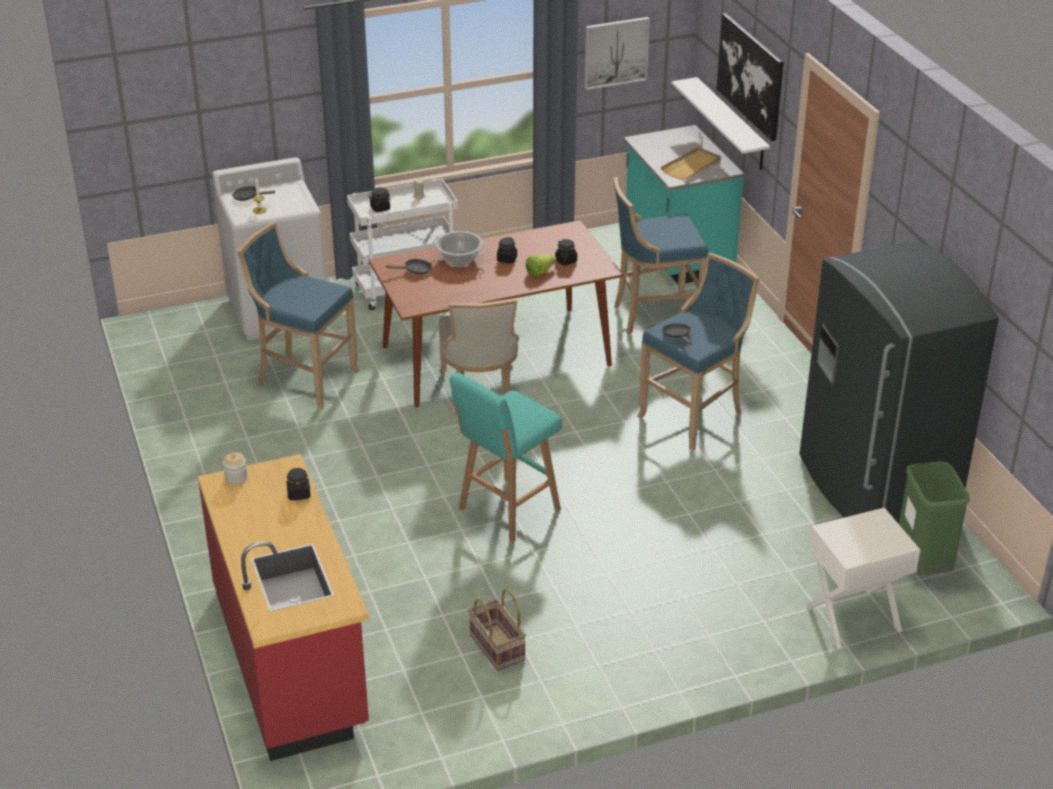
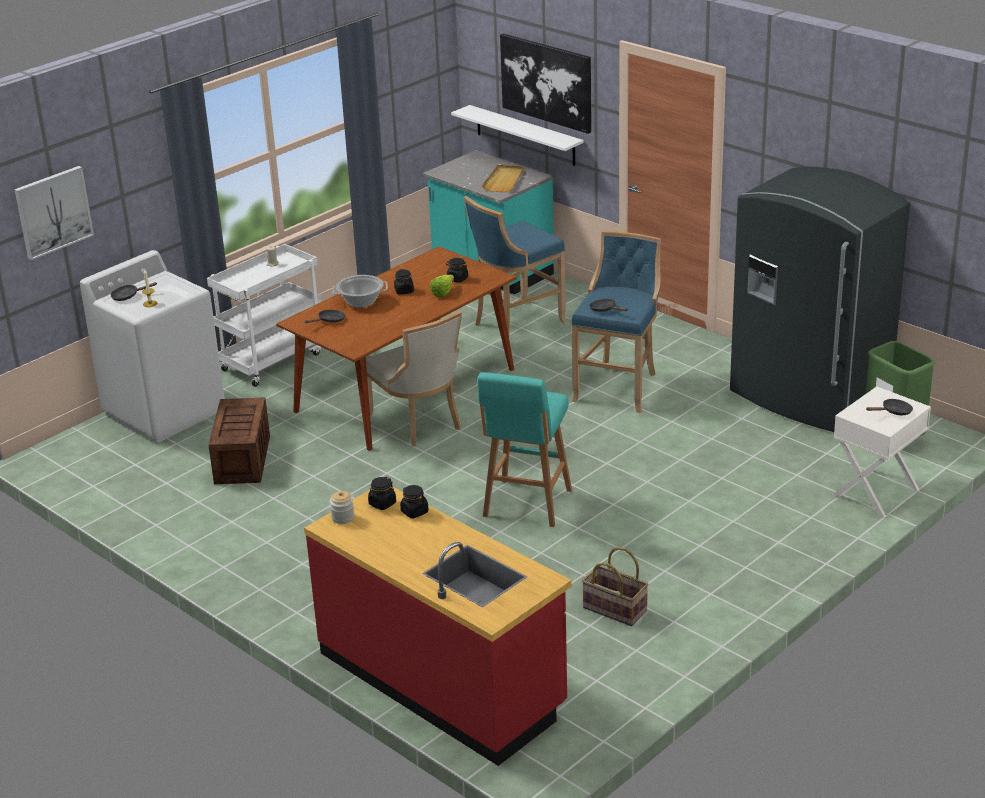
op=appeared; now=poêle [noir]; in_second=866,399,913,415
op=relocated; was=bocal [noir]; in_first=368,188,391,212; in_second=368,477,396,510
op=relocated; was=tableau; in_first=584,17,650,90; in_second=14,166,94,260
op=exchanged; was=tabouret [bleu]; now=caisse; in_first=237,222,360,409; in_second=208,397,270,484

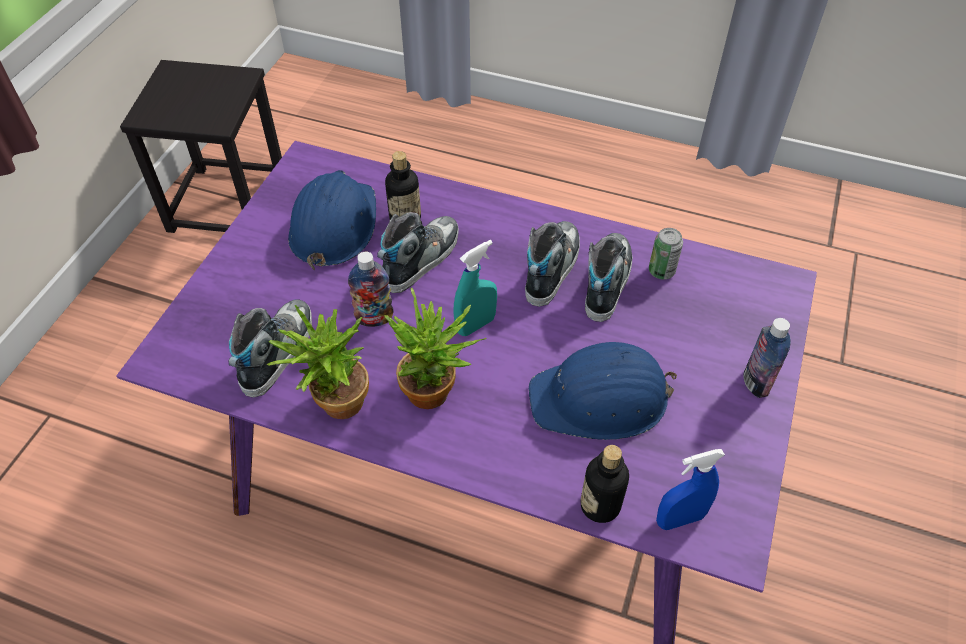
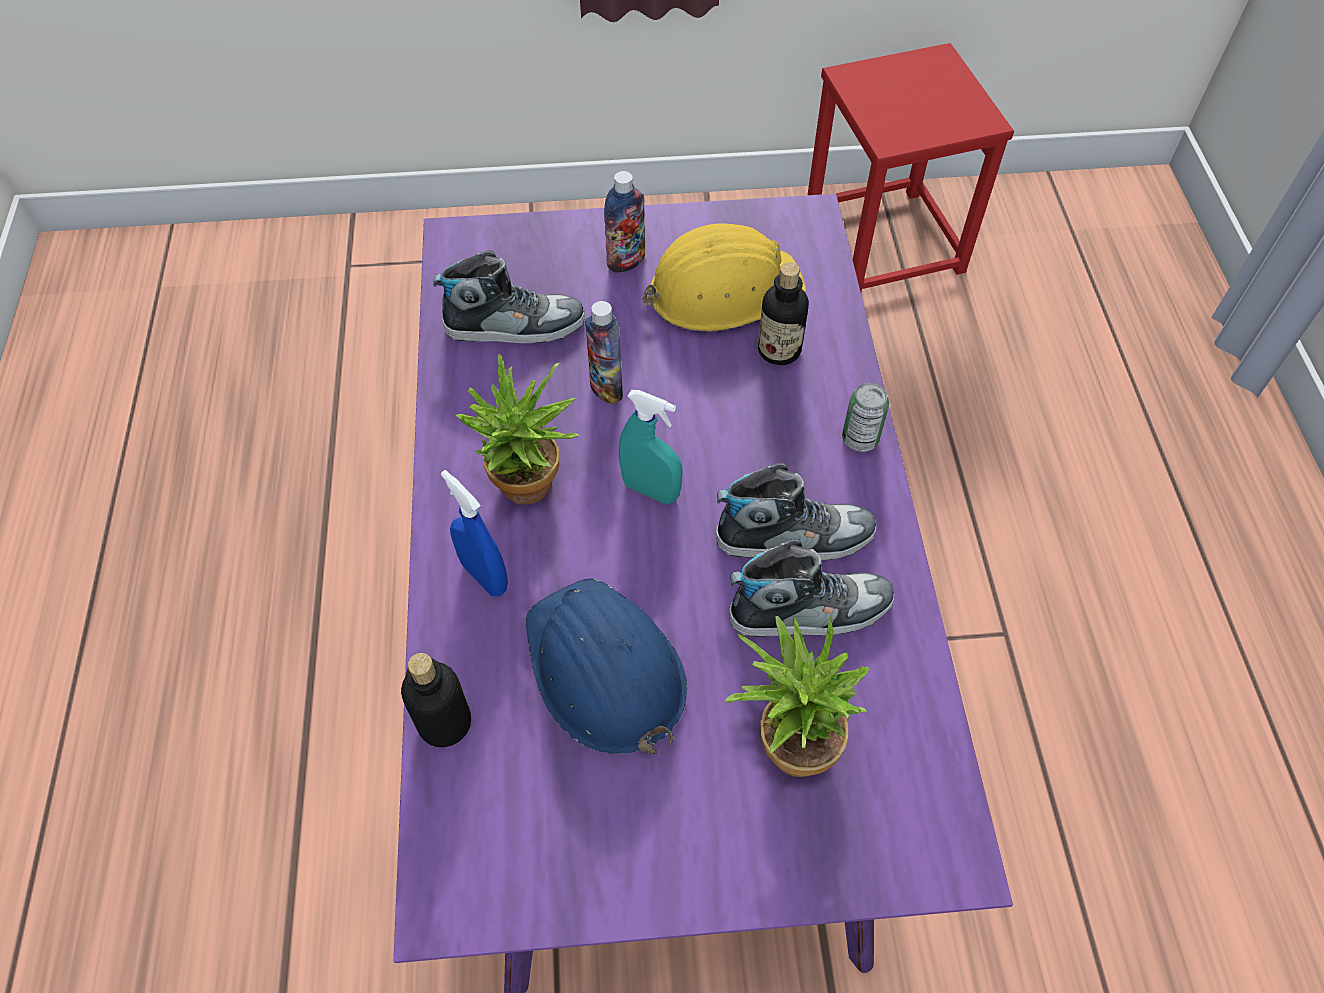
op=missing; was=chaussure; in_first=377,212,459,293
op=relocated; was=plante en pot; in_first=267,305,369,419; in_second=725,616,870,777
op=relocated; was=boîte métallique; in_first=649,228,683,280; in_second=842,383,889,452
op=relocated; was=vaporisateur [bleu]; in_first=656,449,725,530; in_second=441,470,508,596
op=relocated; was=bouteille; in_first=743,318,791,398; in_second=604,171,645,273
op=colour; was=tabouret [noir]; now=tabouret [rouge]; in_first=120,60,282,233; in_second=808,43,1014,291
op=colour; was=casque de chantier [bleu]; now=casque de chantier [jaune]; in_first=288,170,376,271; in_second=642,224,806,331

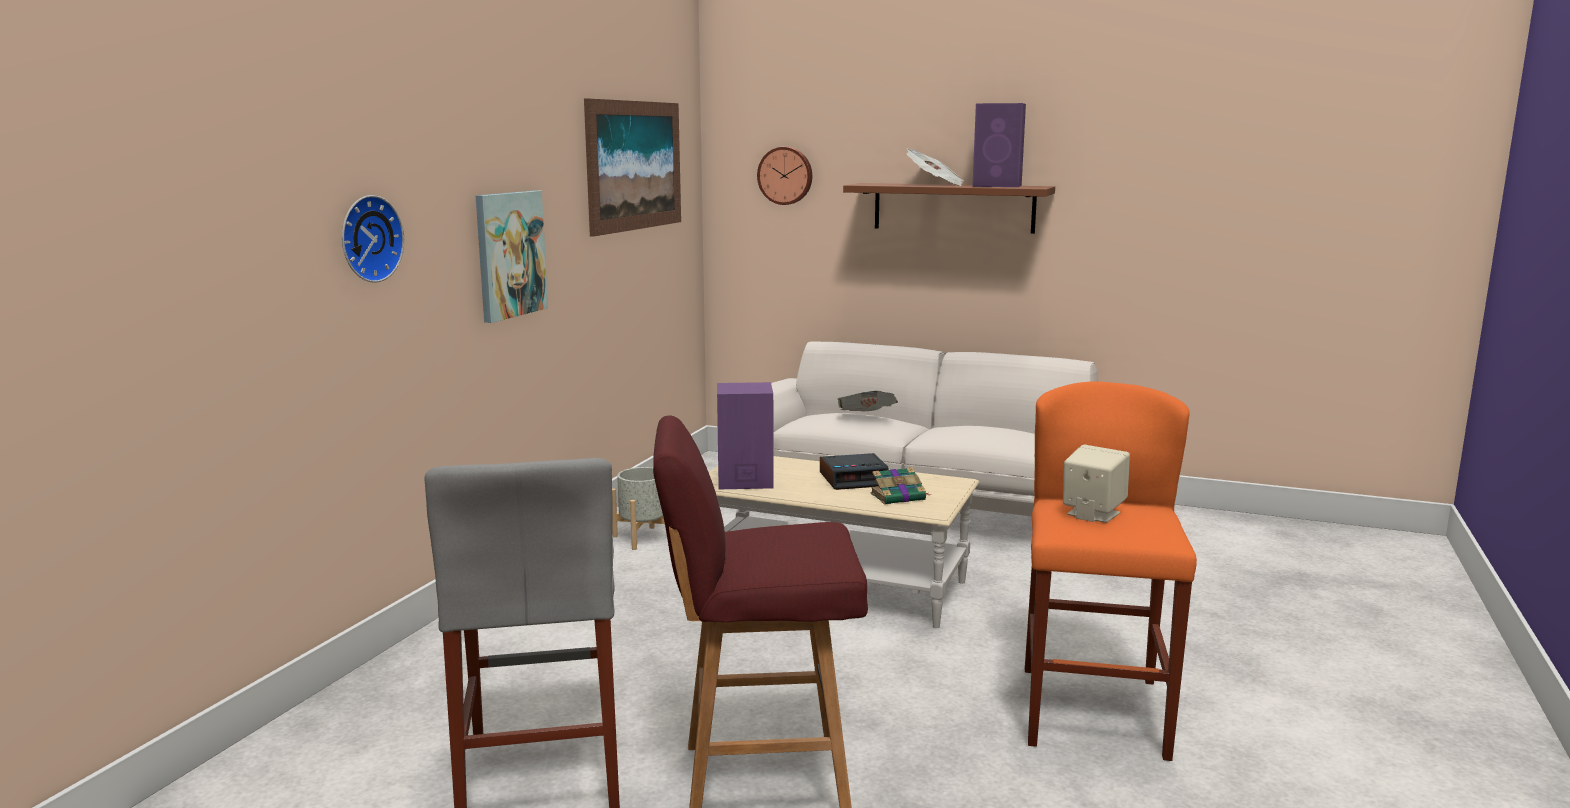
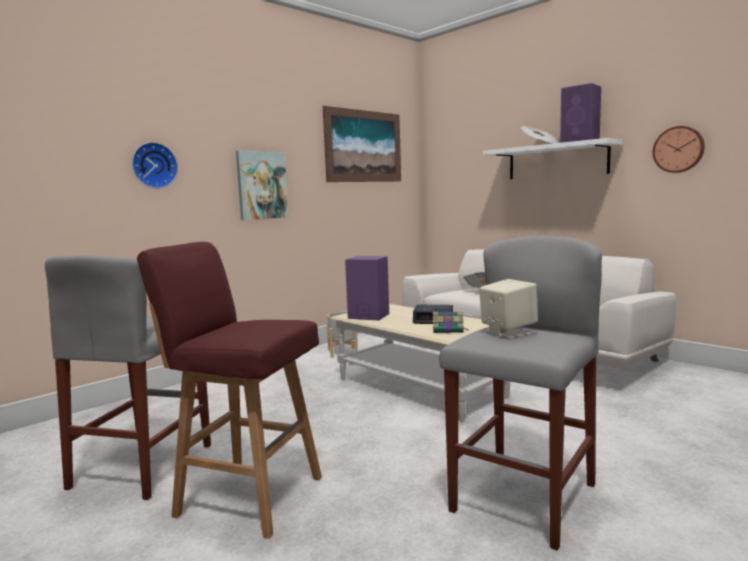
op=relocated; was=horloge murale; in_first=757,147,812,205; in_second=653,126,705,173
op=colour; was=étagère [marron]; now=étagère [blanc]; in_first=843,183,1055,234; in_second=483,138,623,179
op=colour; was=tabouret [orange]; now=tabouret [gris]; in_first=1025,382,1197,761; in_second=439,236,602,551

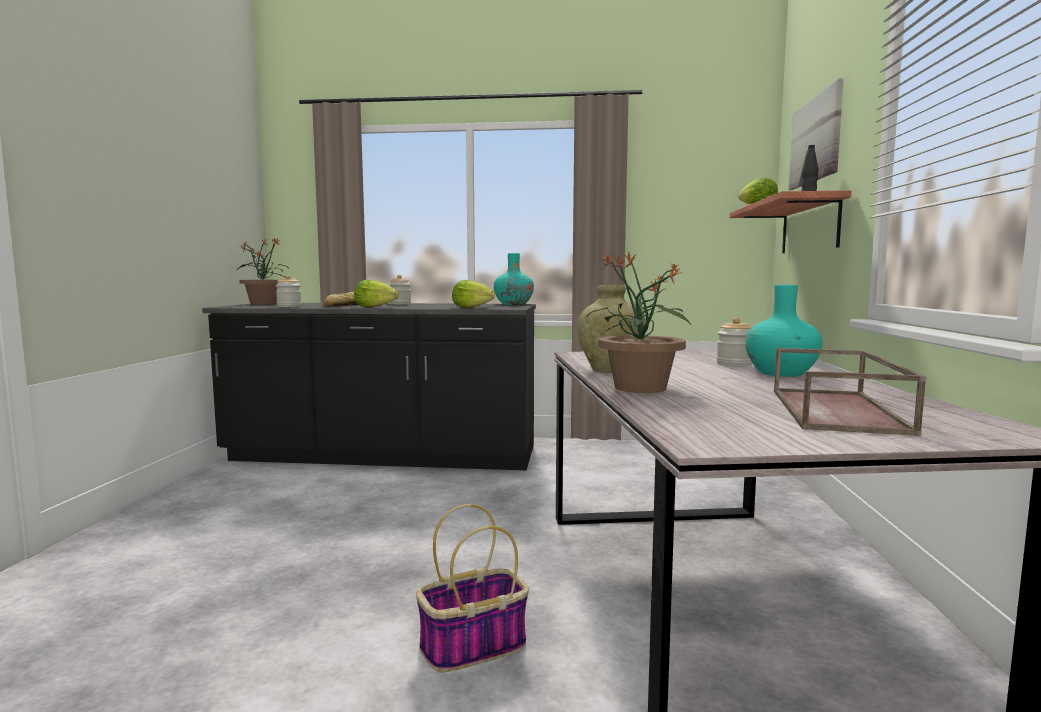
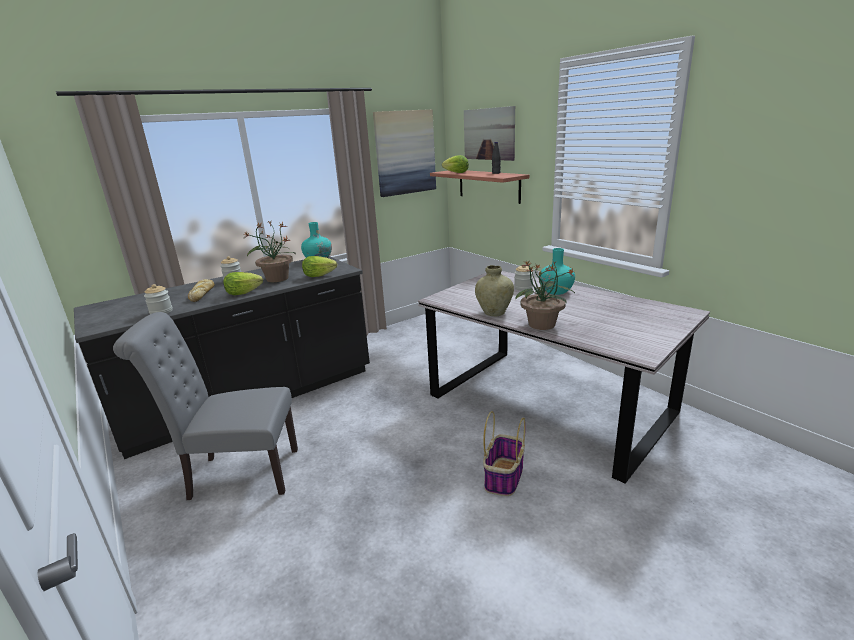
op=missing; was=plateau [marron]; in_first=774,348,926,436
op=appeared; now=chaise [gris]; in_second=113,312,298,500
op=appeared; now=tableau; in_second=373,109,436,197
op=relocated; was=plante en pot; in_first=236,238,289,305; in_second=245,221,296,282

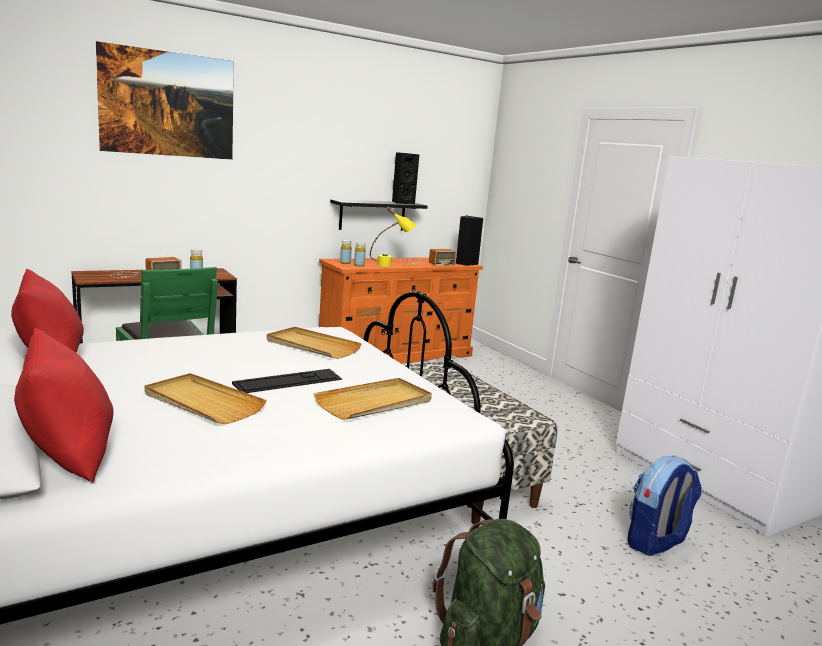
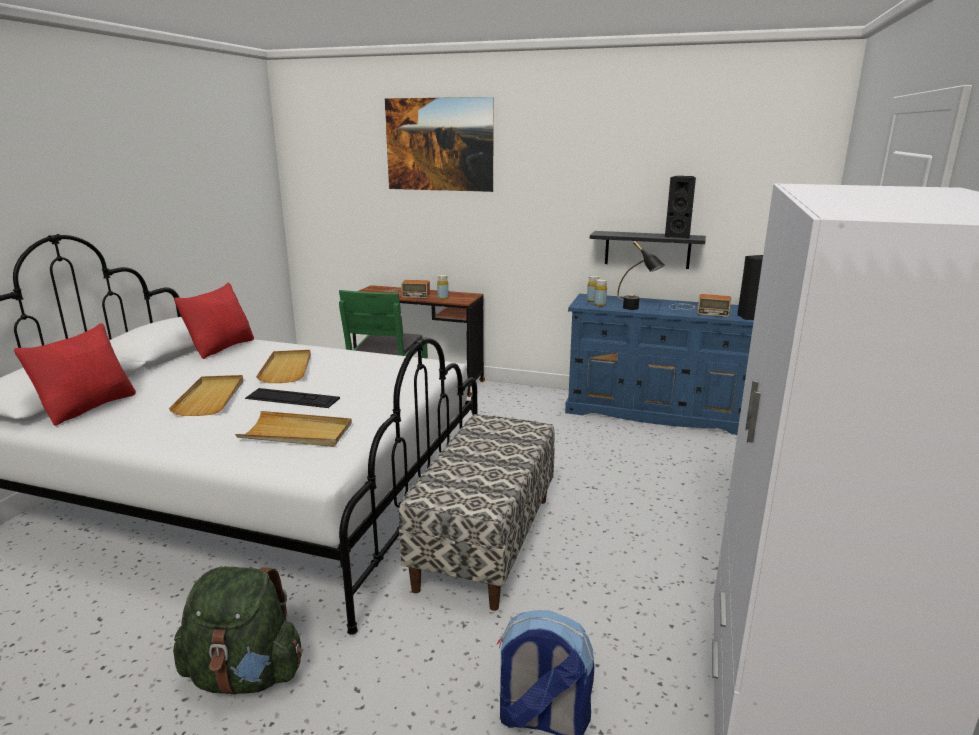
op=relocated; was=plateau [beige]; in_first=267,327,362,359; in_second=256,350,311,383
op=colour; was=commode [orange]; now=commode [bleu]; in_first=319,257,483,364; in_second=565,294,754,435
op=colour; was=lampe de table [jaune]; now=lampe de table [noir]; in_first=370,207,417,267; in_second=617,241,665,310

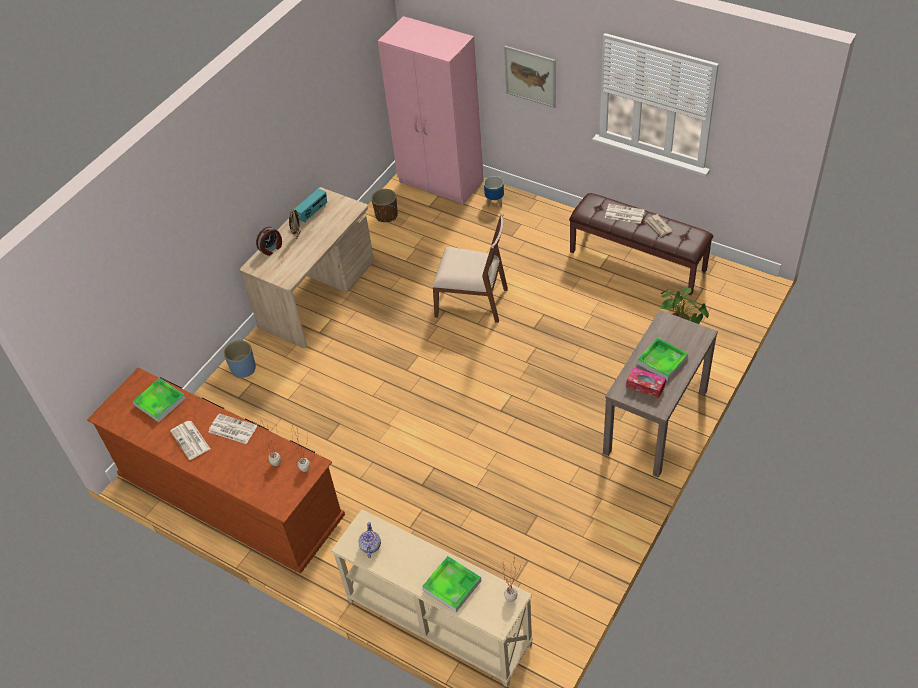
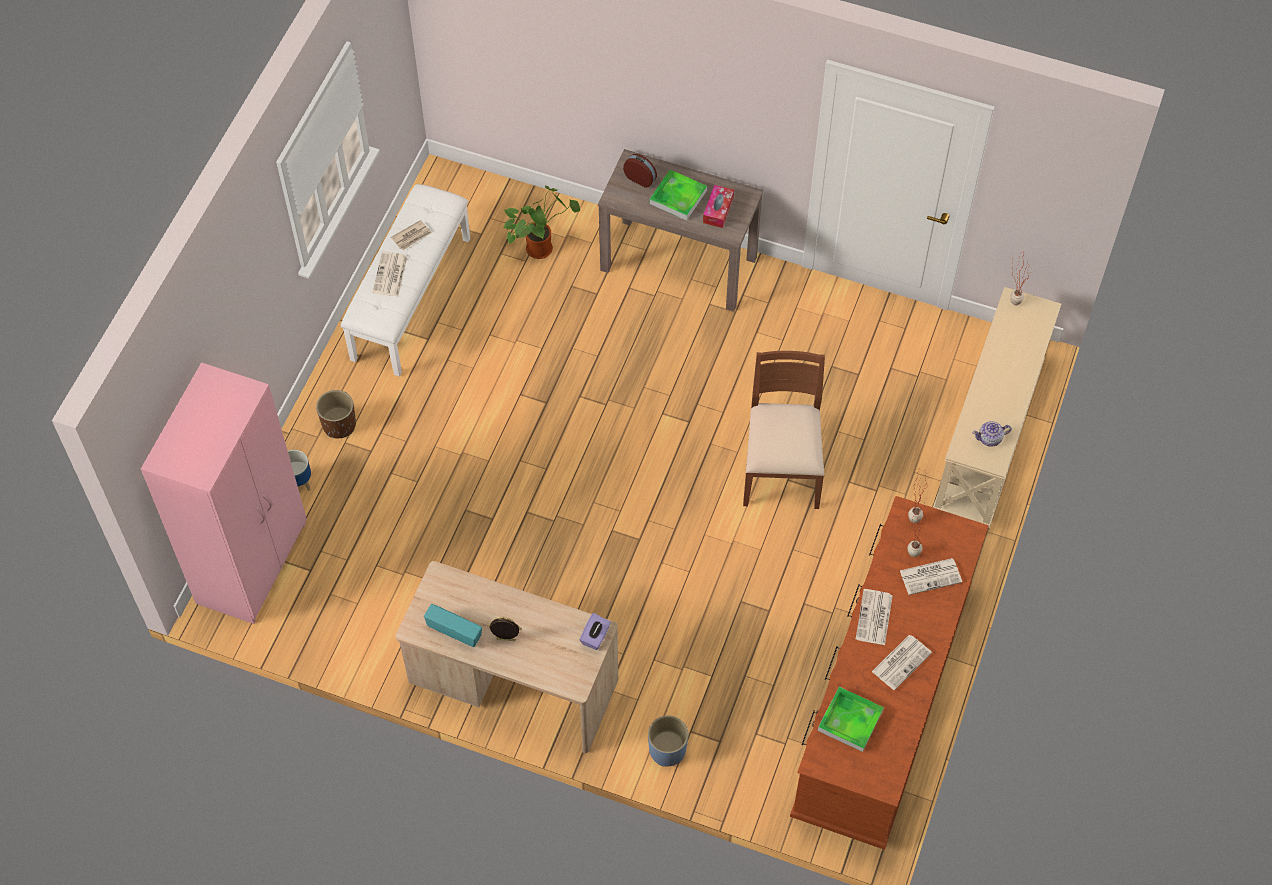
op=missing; was=plateau; in_first=422,556,481,612
op=missing; was=tableau; in_first=504,46,556,108
op=appeared; now=boîte à mouchoirs [violet]; in_second=580,613,611,650
op=appeared; now=journal; in_second=900,558,962,595
op=relocated; was=réveil; in_first=256,227,282,256; in_second=623,154,657,188
op=relocated; was=cache-pot [marron]; in_first=371,189,398,222; in_second=316,390,356,438
op=relocated; was=chaise [marron]; in_first=433,214,508,323; in_second=743,351,825,509
op=colour; was=banc [marron]; now=banc [blanc]; in_first=569,193,713,295; in_second=341,184,470,377

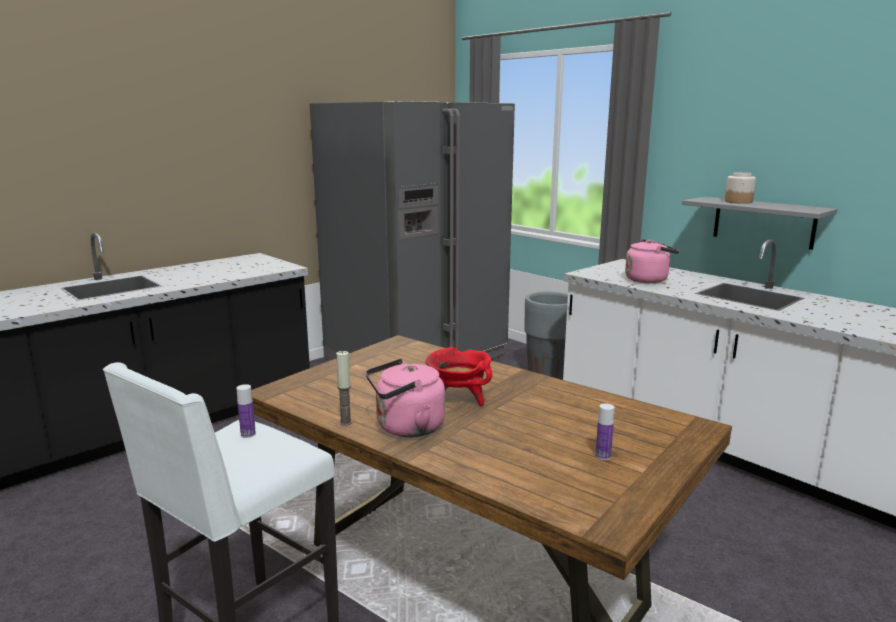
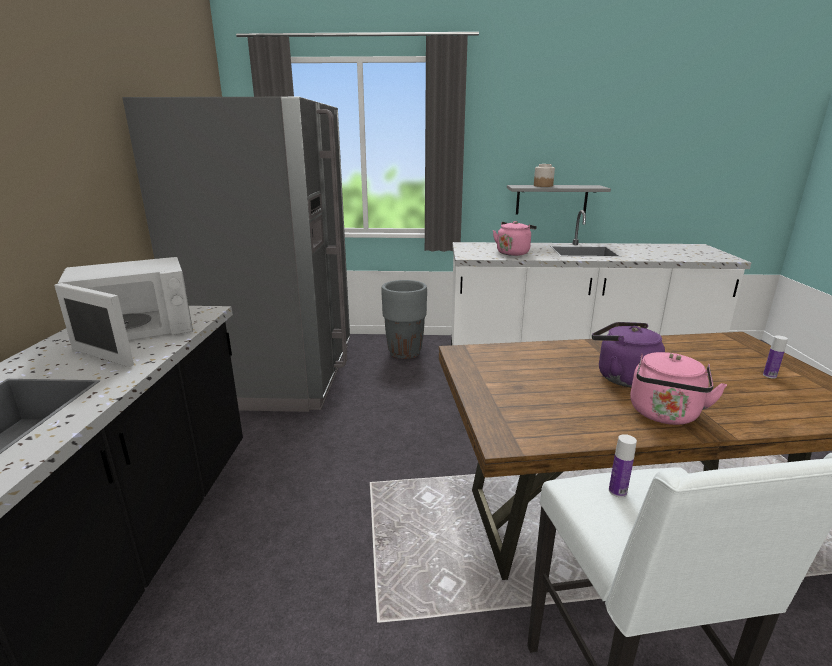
op=missing; was=bougie; in_first=336,351,352,426
op=appeared; now=micro-ondes [blanc]; in_second=54,257,193,367
op=exchanged; was=marmite [rouge]; now=bouilloire [violet]; in_first=426,347,492,406; in_second=592,322,665,387

